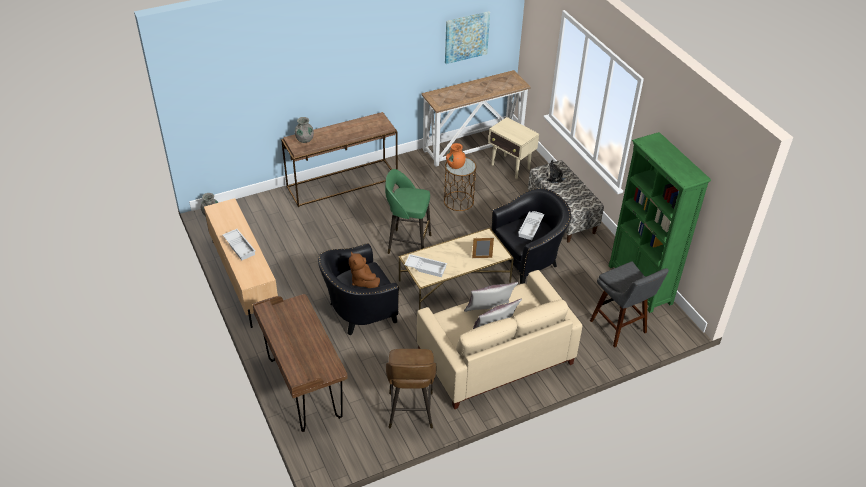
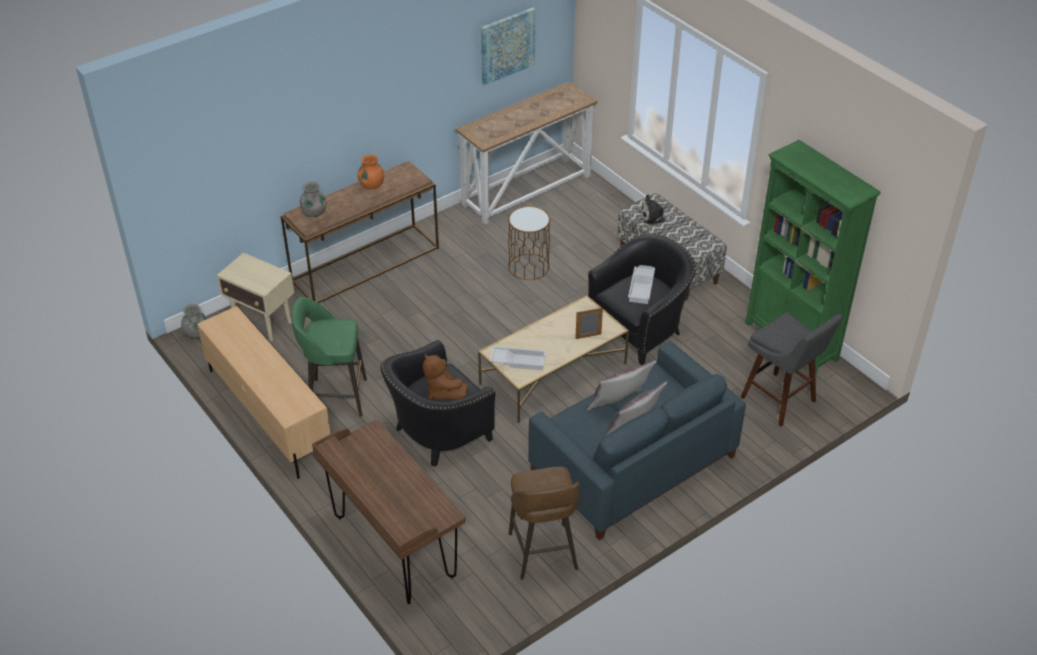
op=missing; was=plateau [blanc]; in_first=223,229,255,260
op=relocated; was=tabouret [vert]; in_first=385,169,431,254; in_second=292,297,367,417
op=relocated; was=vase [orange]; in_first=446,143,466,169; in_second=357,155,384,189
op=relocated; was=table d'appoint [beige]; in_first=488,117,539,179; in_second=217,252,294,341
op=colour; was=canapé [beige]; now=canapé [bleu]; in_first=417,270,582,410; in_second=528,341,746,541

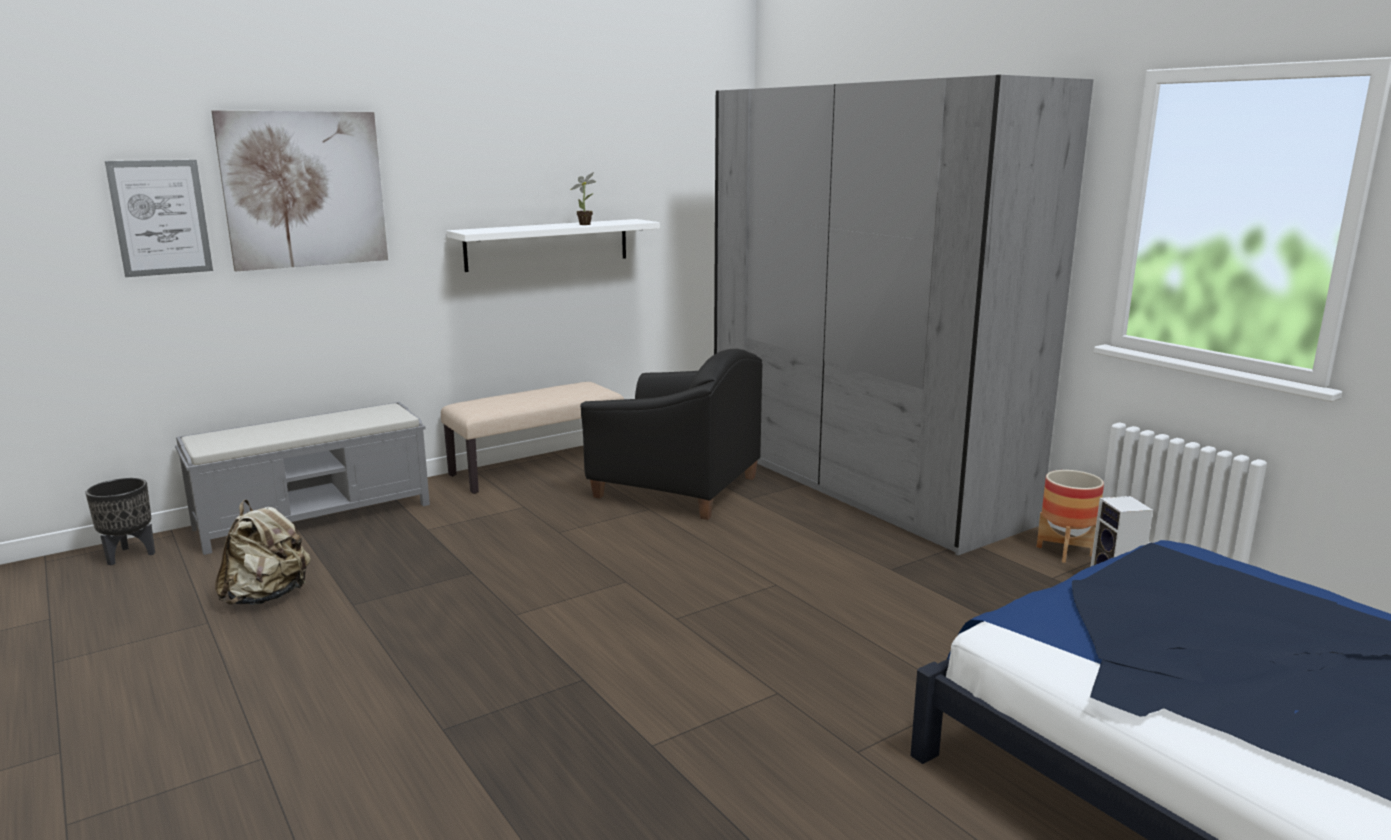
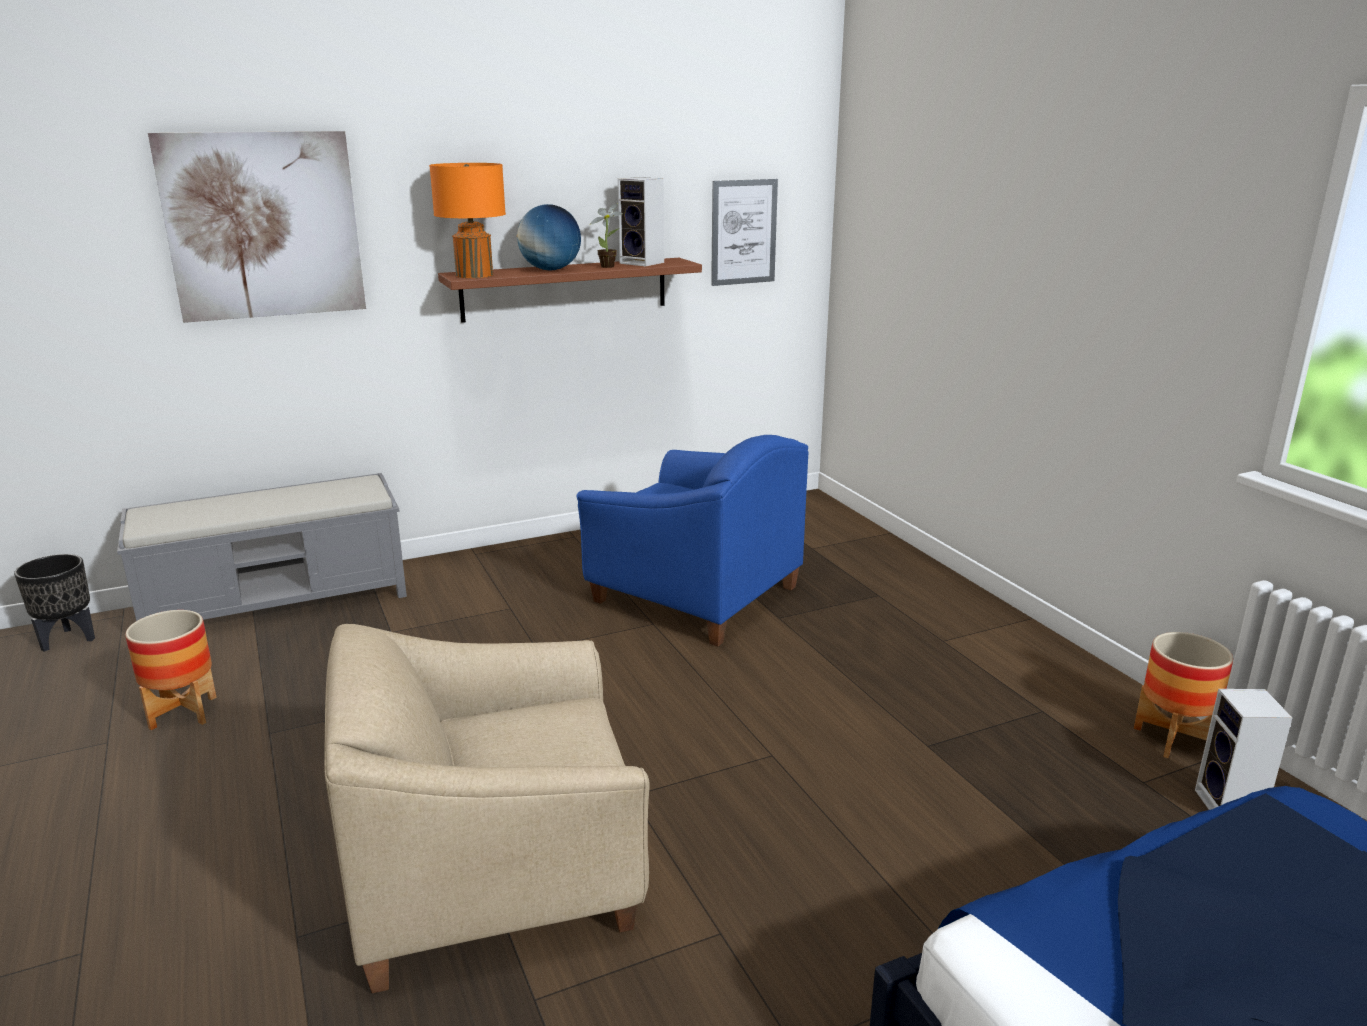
op=missing; was=banc [beige]; in_first=441,382,624,494
op=missing; was=armoire [gris]; in_first=714,75,1094,555
op=appeared; now=fauteuil [beige]; in_second=324,624,650,993
op=appeared; now=lampe de table [orange]; in_second=429,163,506,278
op=appeared; now=globe; in_second=517,204,581,270
op=appeared; now=enceinte; in_second=618,177,664,266
op=relocated; was=tableau; in_first=105,160,213,277; in_second=711,179,778,286
op=exchanged; was=sac à dos [beige]; now=cache-pot; in_first=215,500,311,605; in_second=125,610,217,730
op=colour; was=étagère [blanc]; now=étagère [marron]; in_first=447,219,660,272; in_second=438,258,702,323
op=colour; was=fauteuil [noir]; now=fauteuil [bleu]; in_first=580,349,762,520; in_second=576,435,808,646

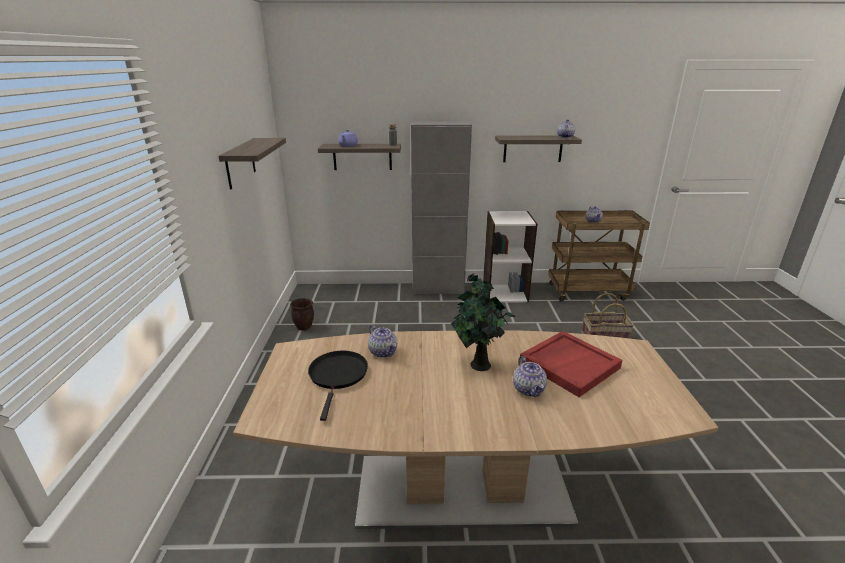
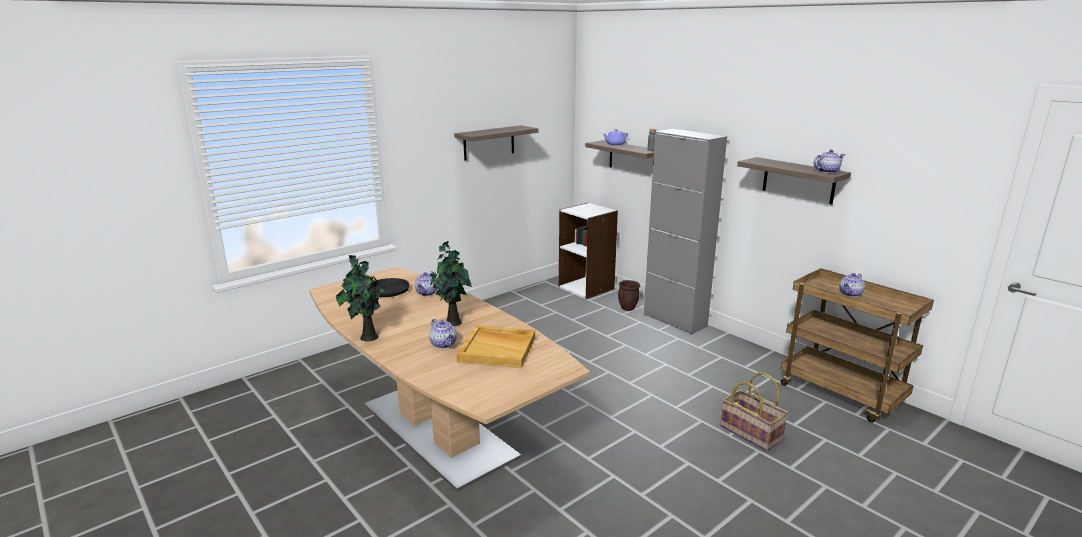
op=appeared; now=plante en pot; in_second=336,255,386,341
op=relocated; was=cache-pot [marron]; in_first=290,298,314,330; in_second=618,280,640,311
op=relocated; was=bibliothèque [blanc]; in_first=483,211,537,303; in_second=559,203,618,299
op=colour; was=plateau [rouge]; now=plateau [beige]; in_first=520,331,623,397; in_second=456,325,535,369
op=spun; was=théière; in_first=513,356,547,398; in_second=429,319,457,349; clockwise=-75

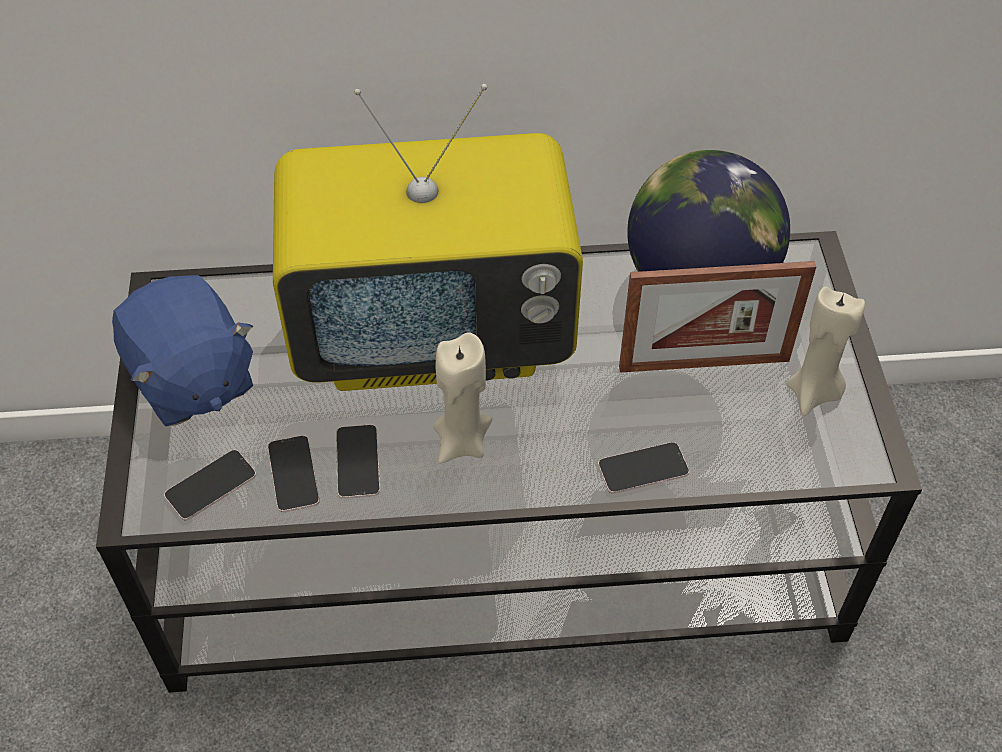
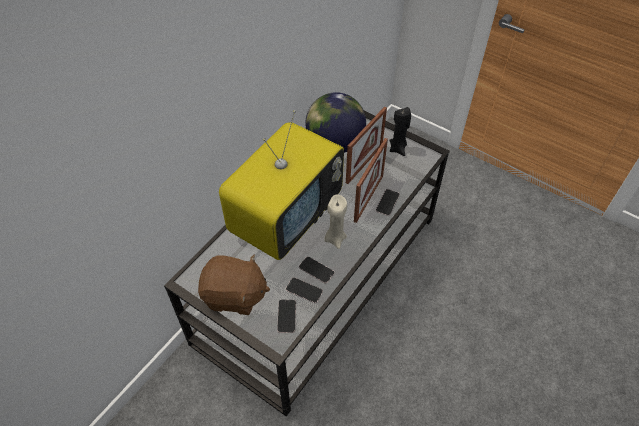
op=appeared; now=cadre photo; in_second=354,138,388,223
op=colour; was=peluche [bleu]; now=peluche [marron]; in_first=112,275,253,426; in_second=198,254,270,315
op=colour; was=bougie [beige]; now=bougie [noir]; in_first=786,286,865,416; in_second=390,107,411,156

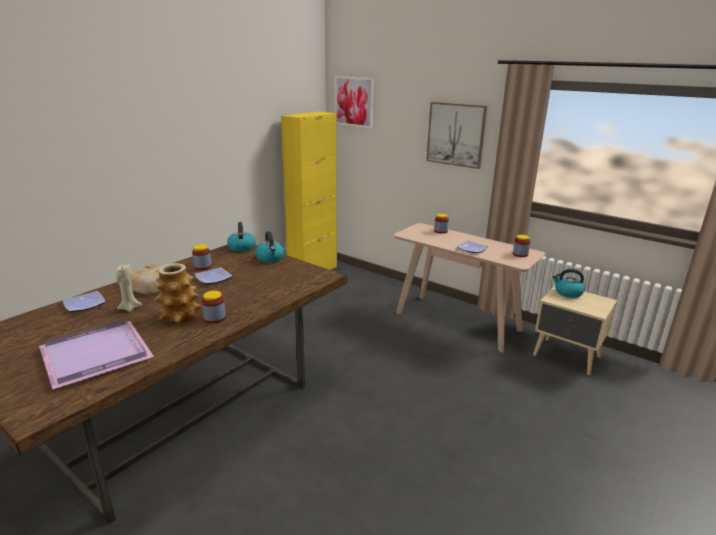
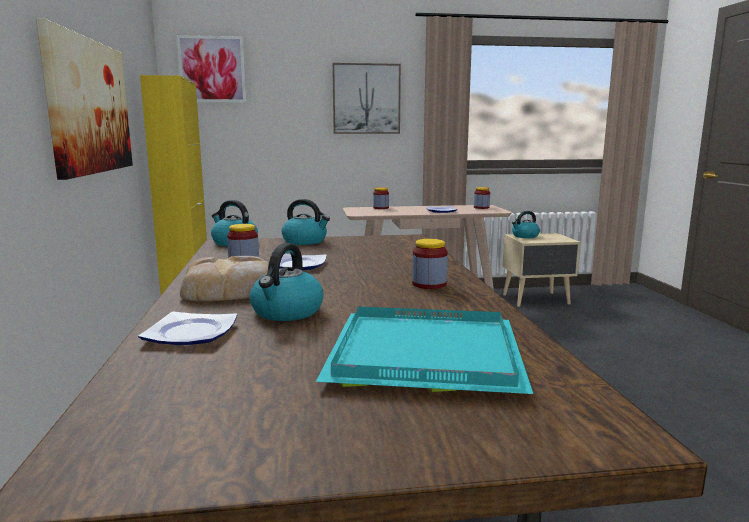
op=missing; was=vase; in_first=154,263,201,323
op=appeared; now=tableau; in_second=36,19,133,180
op=exchanged; was=bougie [beige]; now=bouilloire; in_first=115,264,142,312; in_second=249,243,323,321
op=colour; was=plateau [violet]; now=plateau [turquoise]; in_first=39,320,154,390; in_second=316,307,533,394

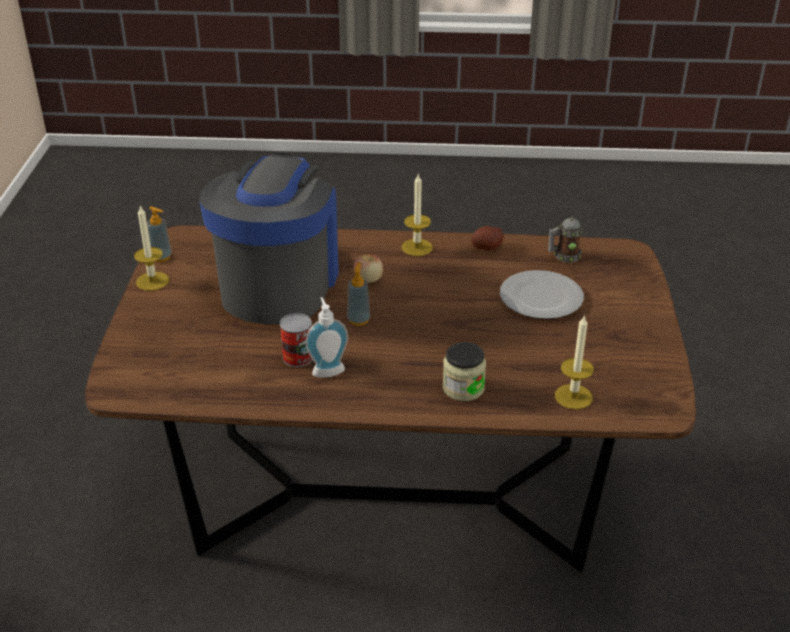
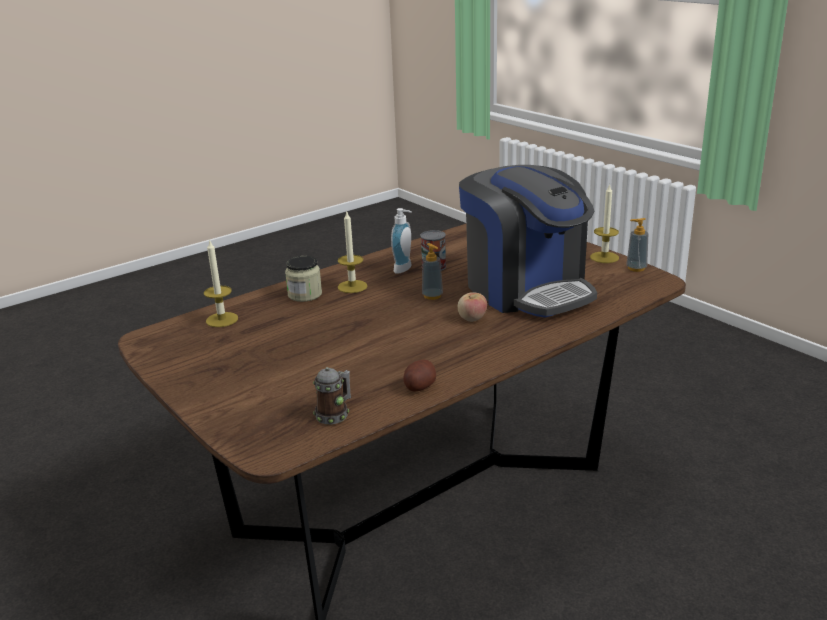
op=missing; was=assiette; in_first=500,270,584,319
op=relocated; was=bougie; in_first=402,174,433,256; in_second=338,210,368,293

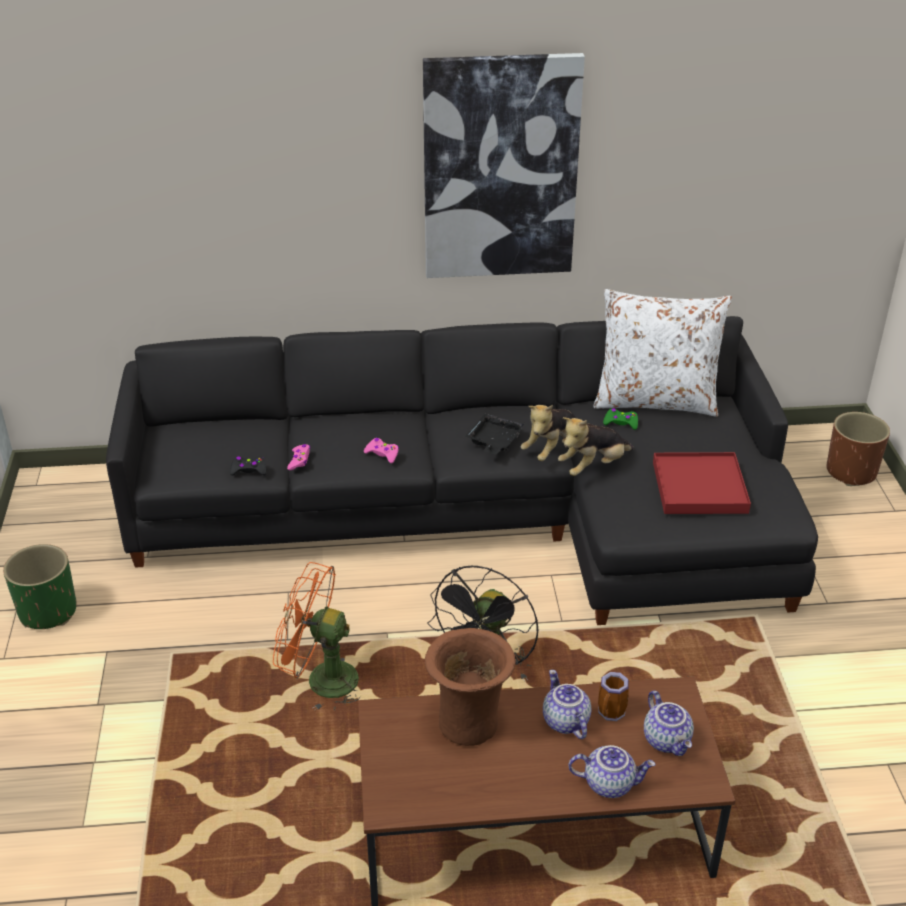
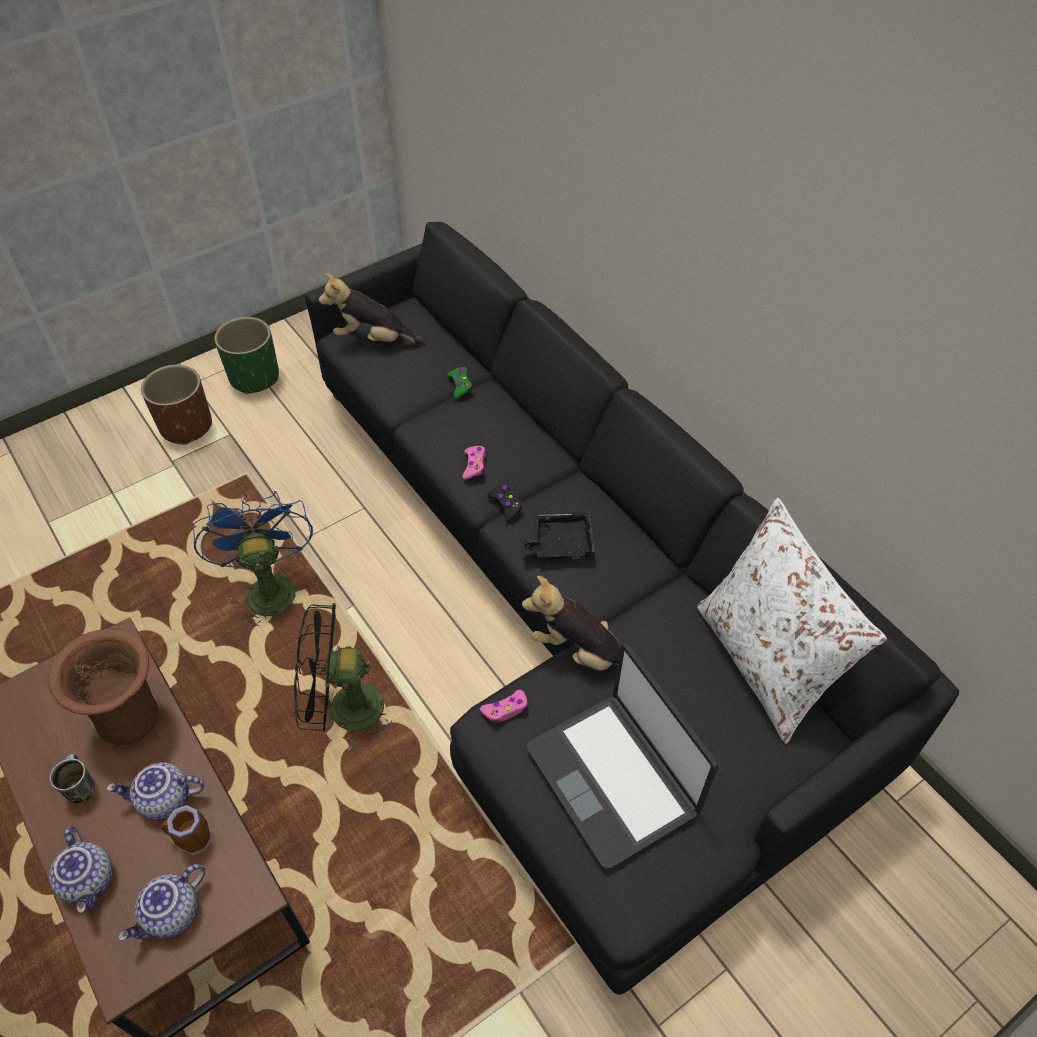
op=missing; was=tableau; in_first=423,53,585,278
op=appeared; now=mug; in_second=50,754,96,803
op=relocated; was=manette [noir]; in_first=230,456,266,475; in_second=488,484,523,522
op=relocated; was=manette [rose]; in_first=287,444,310,470; in_second=480,690,528,723
op=relocated; was=peluche; in_first=521,405,578,461; in_second=319,273,426,344
op=relocated; was=manette [vert]; in_first=603,408,638,430; in_second=447,367,472,399
op=relocated; was=cache-pot [marron]; in_first=826,412,890,486; in_second=141,365,212,445
op=exchanged; was=plateau [rouge]; now=ordinateur portable; in_first=653,452,751,514; in_second=527,644,718,869
op=colour; was=ventilateur [orange]; now=ventilateur [bleu]; in_first=273,562,360,711; in_second=193,491,313,627
op=spun; was=théière; in_first=543,670,591,739; in_second=107,762,204,820; clockwise=-135

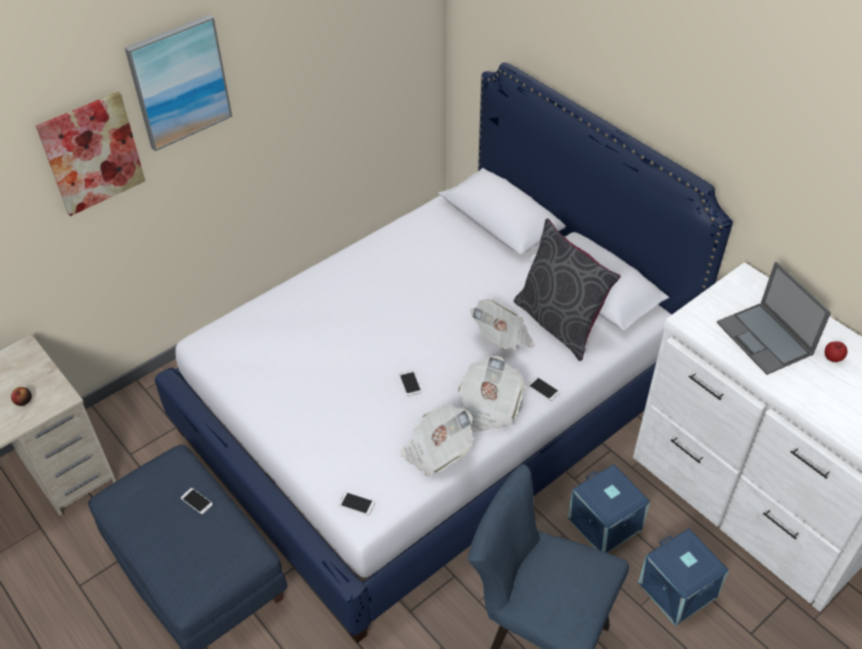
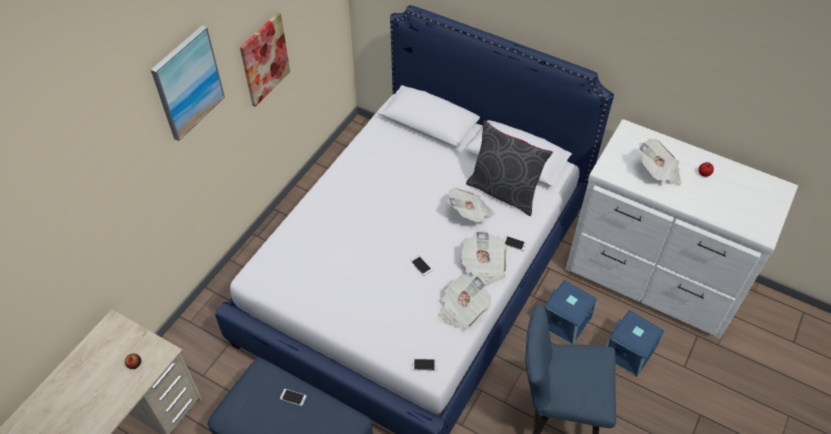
op=relocated; was=tableau; in_first=36,92,145,216; in_second=240,12,290,107
op=exchanged; was=ordinateur portable; now=journal; in_first=717,262,831,375; in_second=639,139,681,185

